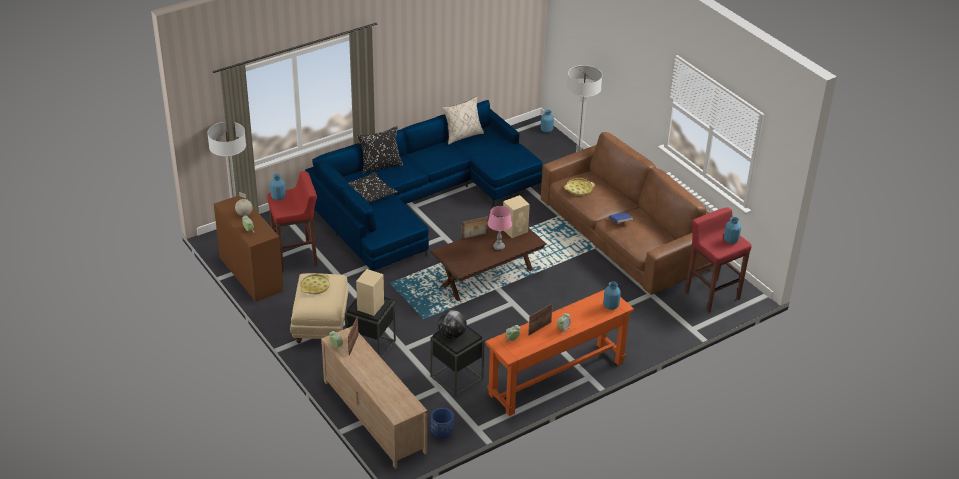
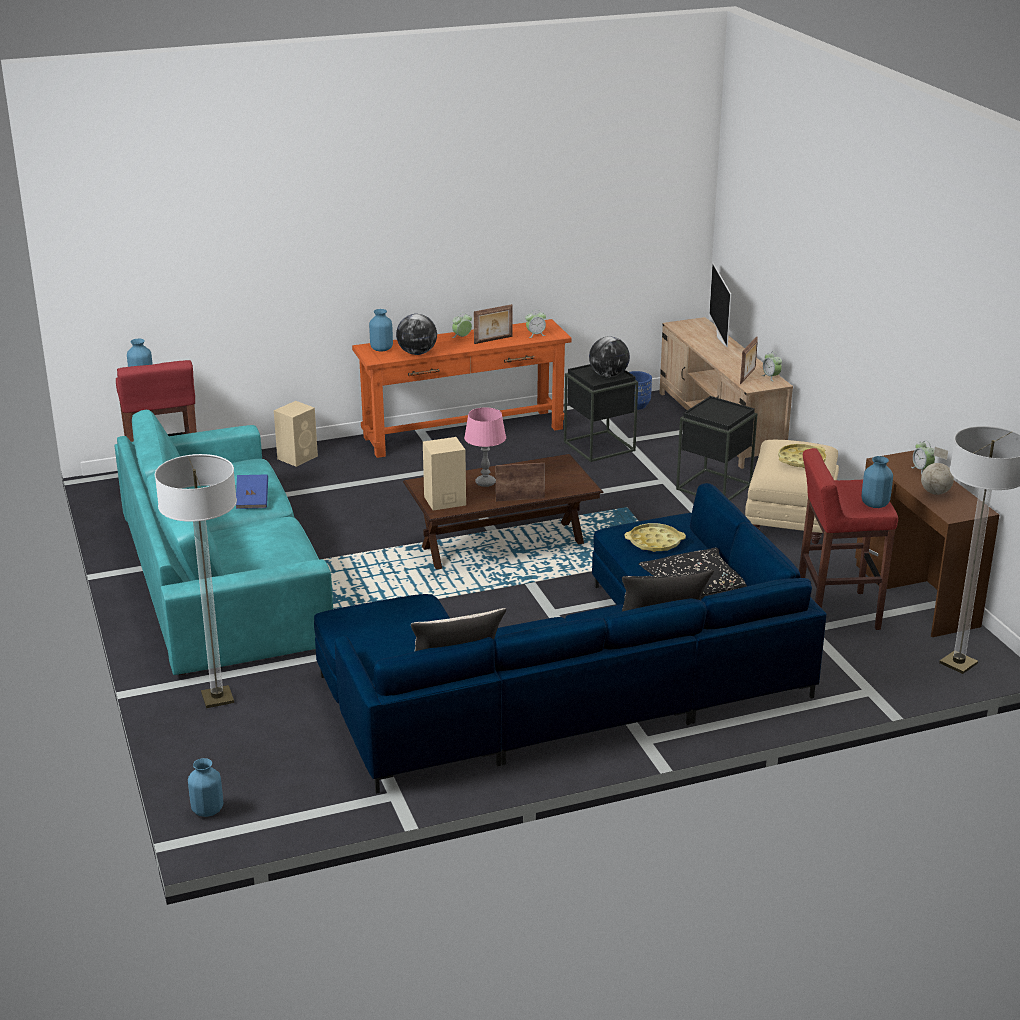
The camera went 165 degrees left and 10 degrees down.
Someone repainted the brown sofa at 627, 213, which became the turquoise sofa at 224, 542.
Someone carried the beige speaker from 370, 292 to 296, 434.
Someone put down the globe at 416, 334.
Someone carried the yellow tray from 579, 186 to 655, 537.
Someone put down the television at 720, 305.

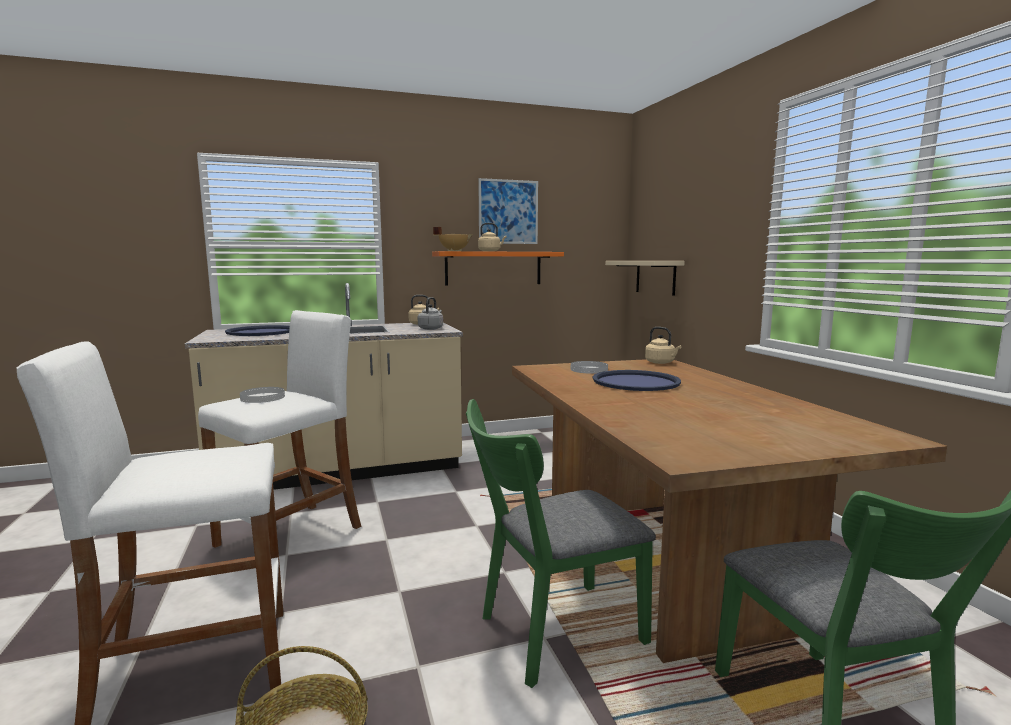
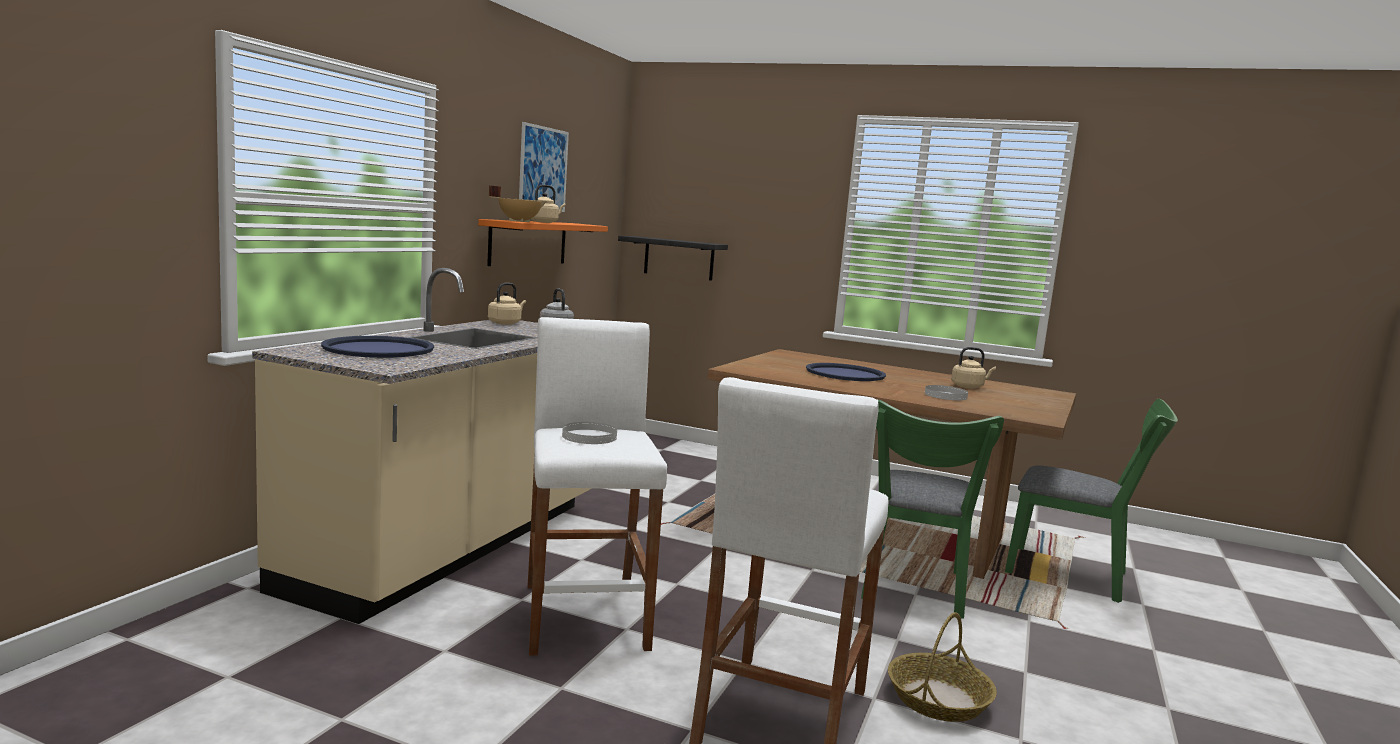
The camera went 50 degrees left and 0 degrees up.
Someone repainted the beige shelf at 645, 278, which became the black shelf at 673, 258.
Someone carried the white plate from 589, 367 to 946, 392.
Someone carried the beige kettle from 663, 345 to 973, 367.

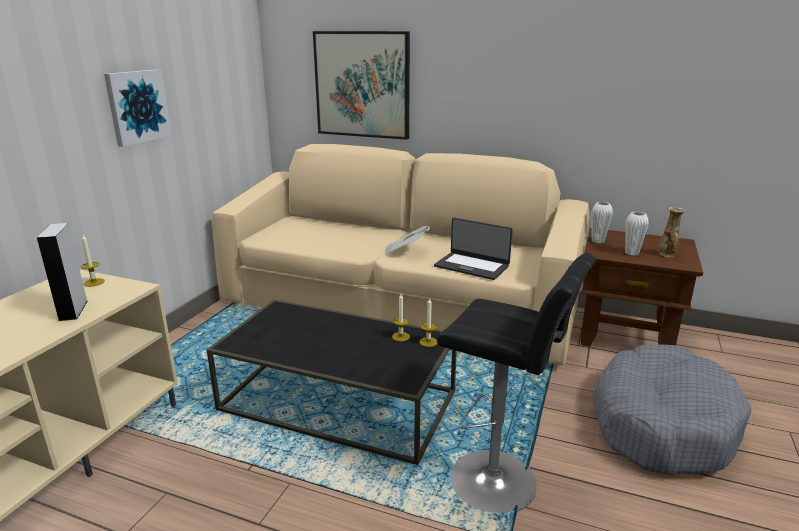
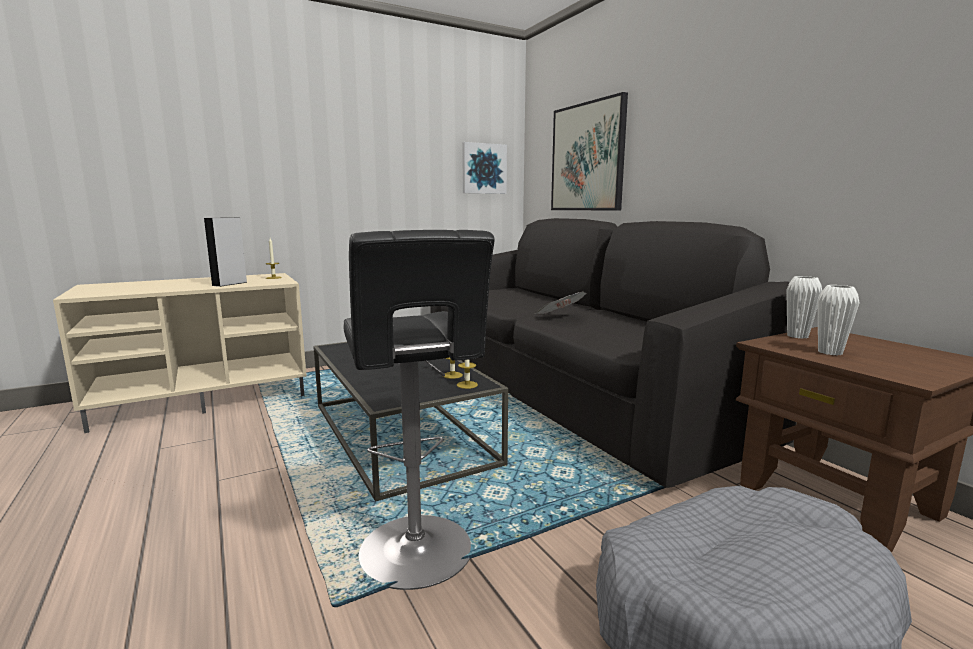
The camera went 40 degrees right and 10 degrees down.
Someone repainted the beige sofa at 400, 254, which became the black sofa at 613, 353.
Someone carried the picture from 138, 108 to 484, 168.
Someone took away the laptop at 473, 249.
Someone took away the vase at 672, 232.

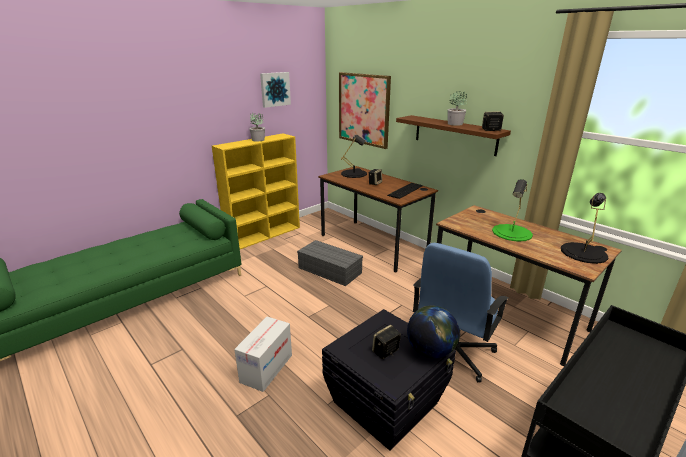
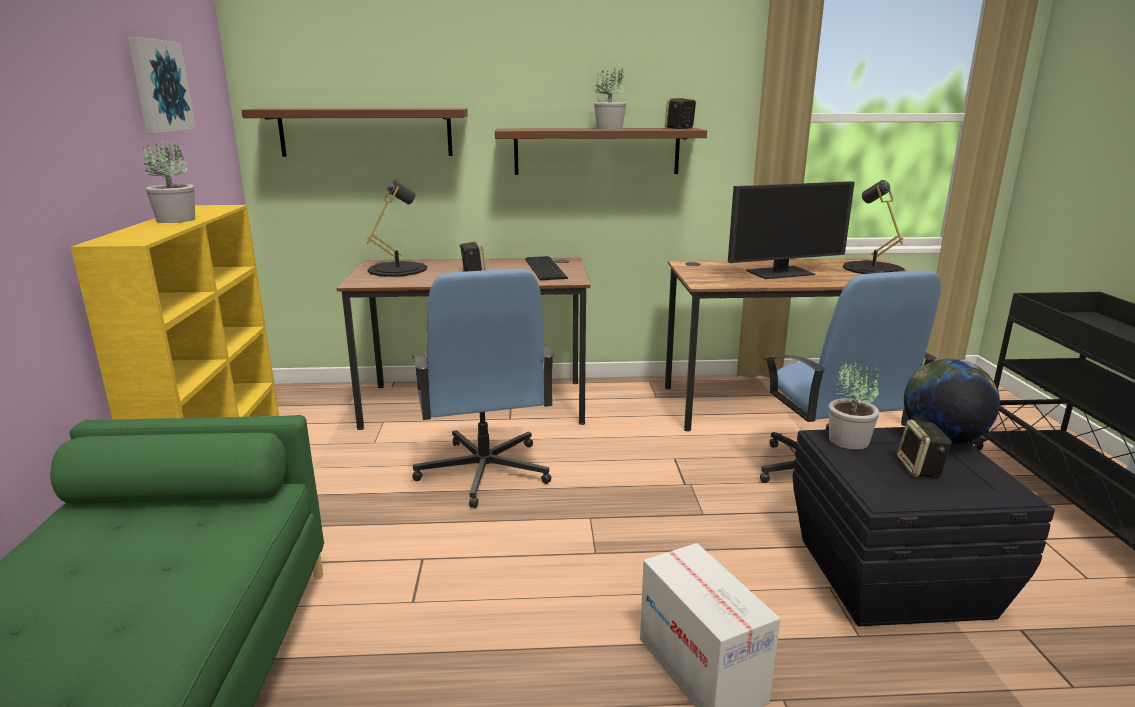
The camera went 50 degrees left and 5 degrees down.
Someone swapped the picture at 365, 110 for the brown shelf at 354, 132.
Someone swapped the grey storage box at 330, 263 for the blue office chair at 483, 388.
Someone swapped the green table lamp at 512, 210 for the monitor at 791, 230.
Someone put down the potted plant at 854, 402.

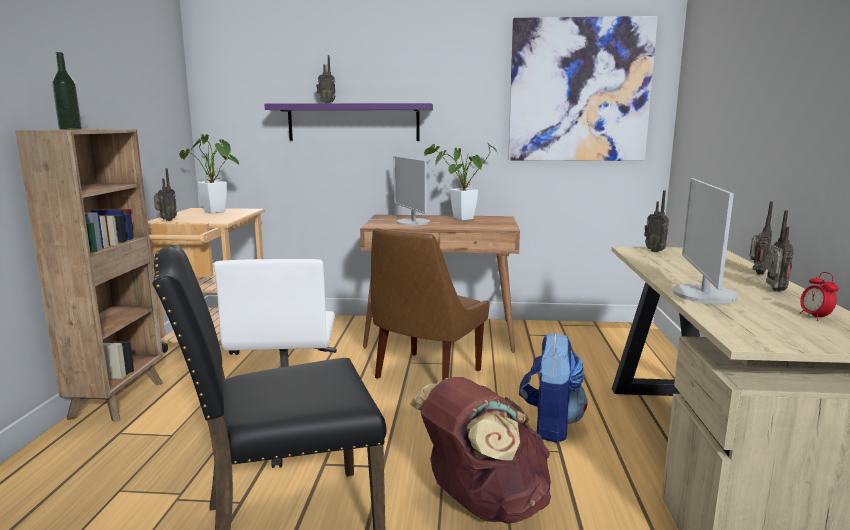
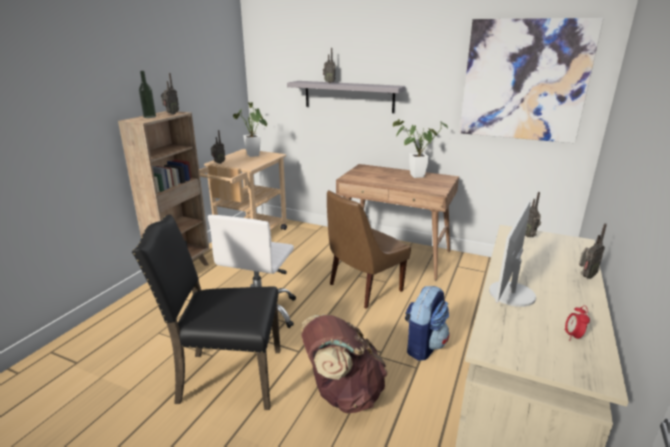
The camera went 20 degrees right and 10 degrees up.
Someone carried the radio from 779, 251 to 170, 93.
Someone repainted the purple shelf at 348, 122, which became the grey shelf at 346, 97.
Someone took away the monitor at 412, 191.

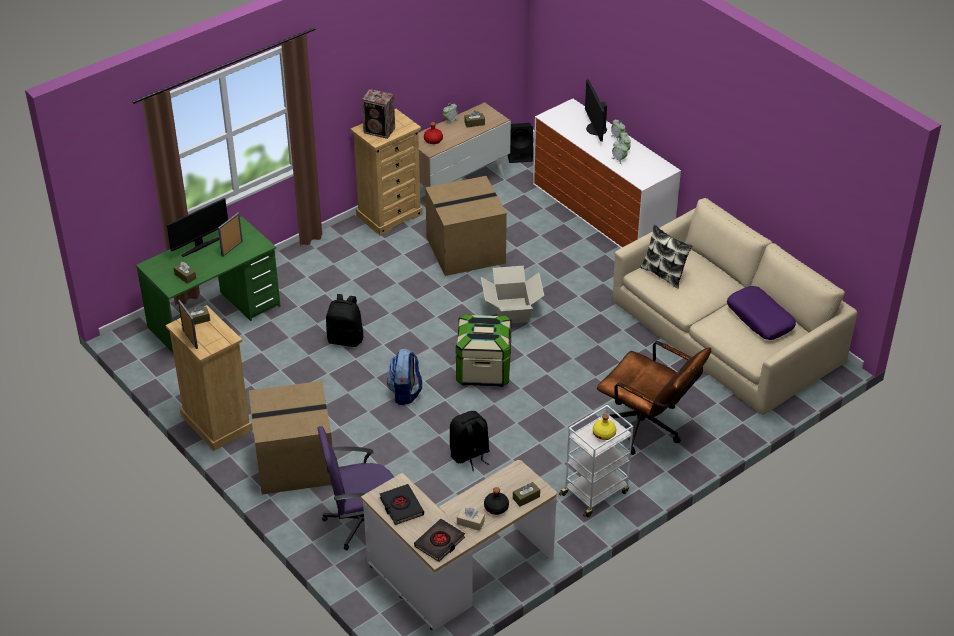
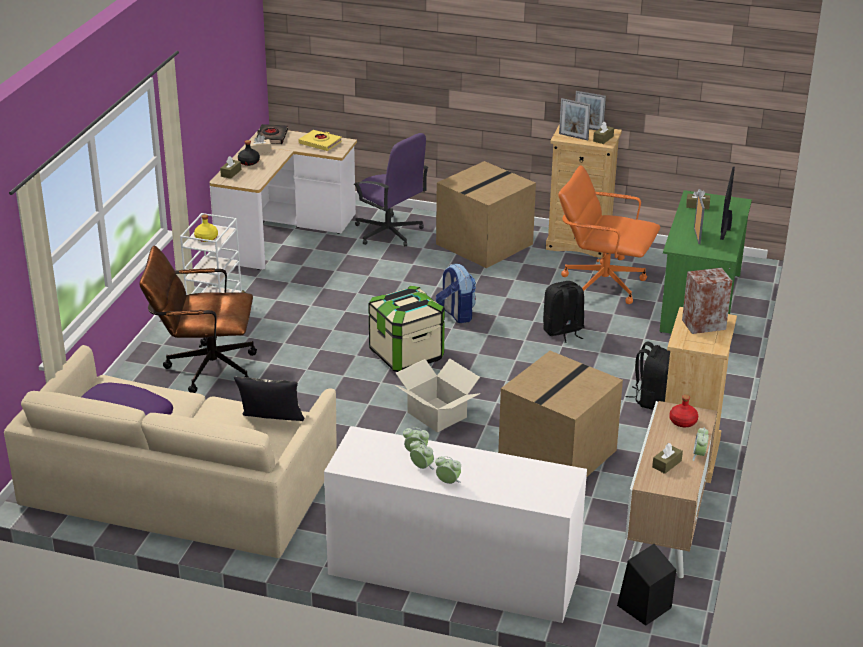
The camera went 145 degrees right and 10 degrees down.
Someone repainted the black book at 402, 504, which became the yellow book at 320, 140.
Someone rotated the purple office chair at 355, 488 by 90 degrees clockwise.
Someone put down the orange office chair at 609, 234.
Someone put down the picture frame at 575, 119.
Someone carried the black backpack from 470, 441 to 648, 375.
Someone took away the monitor at 596, 110.

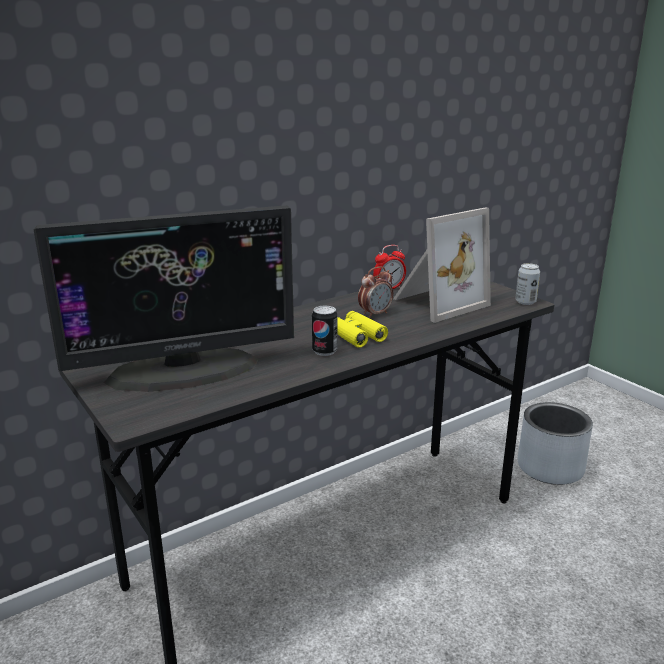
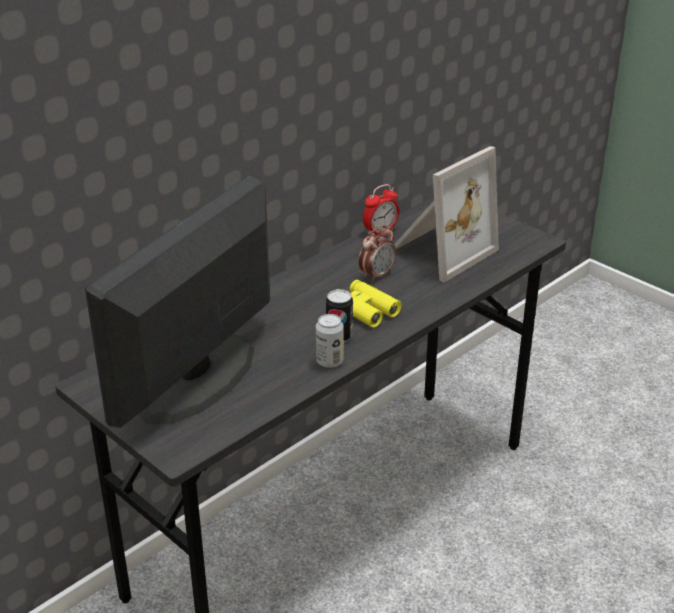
The camera went 10 degrees left and 10 degrees up.
Someone rotated the monitor at 164, 298 by 150 degrees clockwise.
Someone carried the can from 527, 284 to 330, 341.
Someone took away the grey planter at 555, 443.

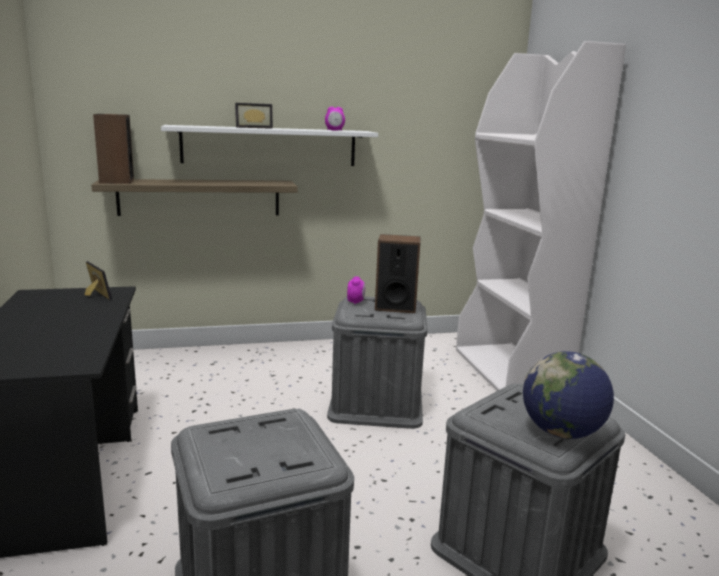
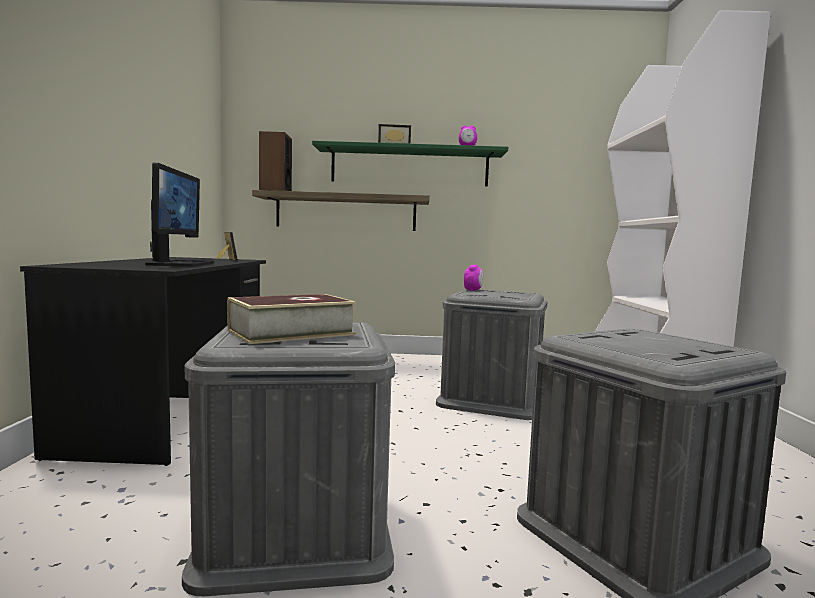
The camera went 15 degrees right and 10 degrees down.
Someone put down the monitor at 179, 214.
Someone put down the book at 291, 319.
Someone repainted the white shelf at 269, 145, which became the green shelf at 410, 163.
Someone took away the speaker at 398, 273.
Someone took away the globe at 568, 395.

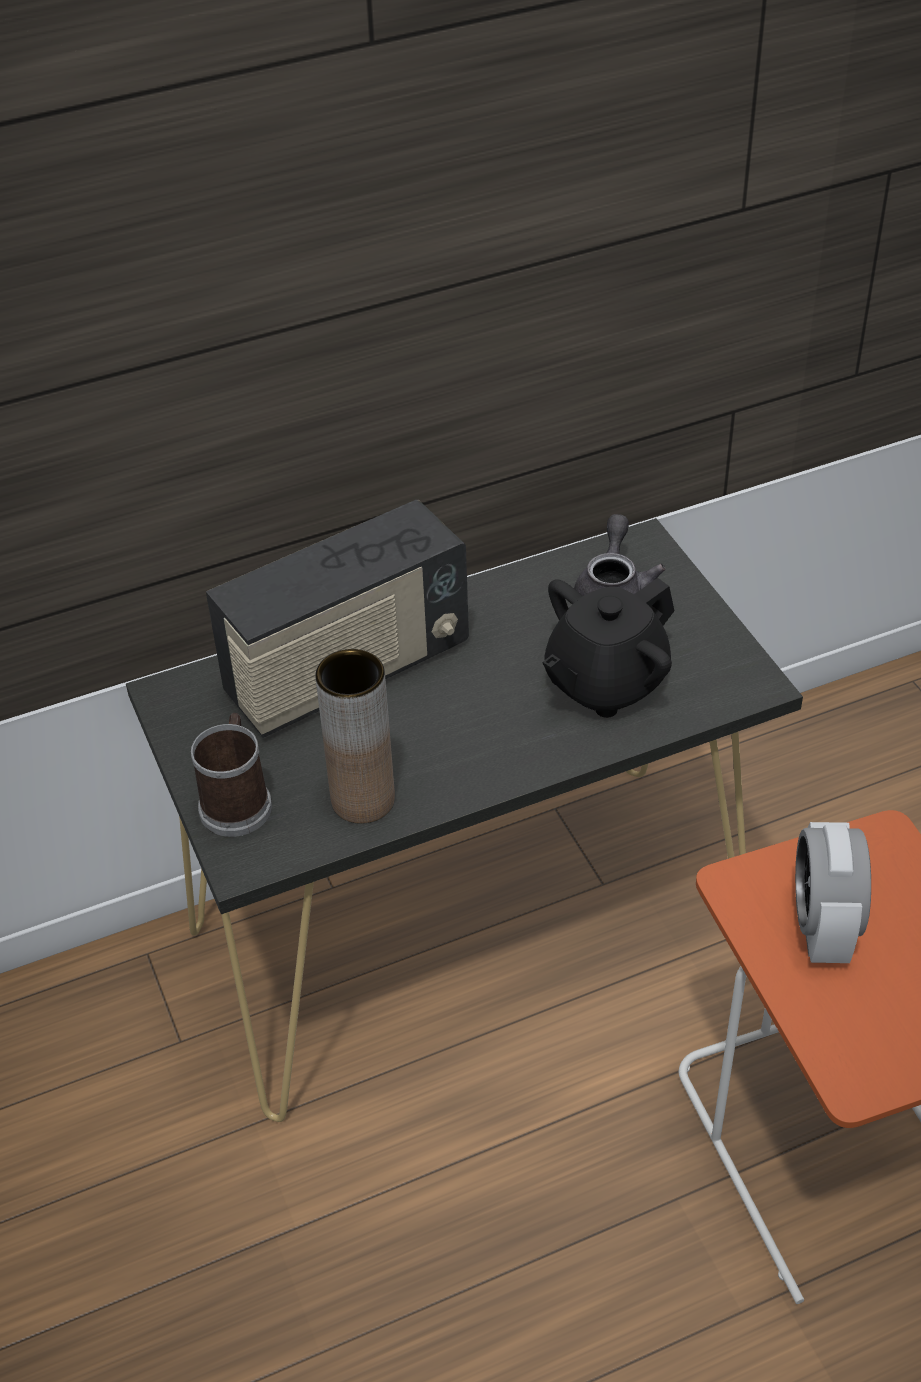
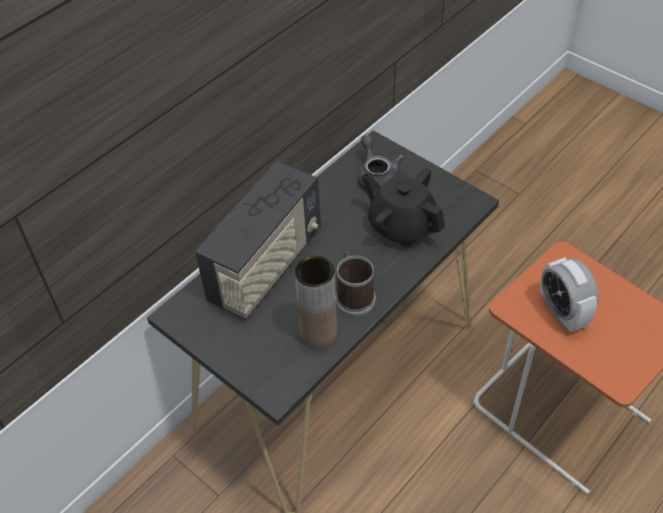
The camera went 25 degrees left and 5 degrees up.
Someone carried the mug from 231, 775 to 356, 283.
Someone rotated the black teapot at 608, 648 by 105 degrees clockwise.

